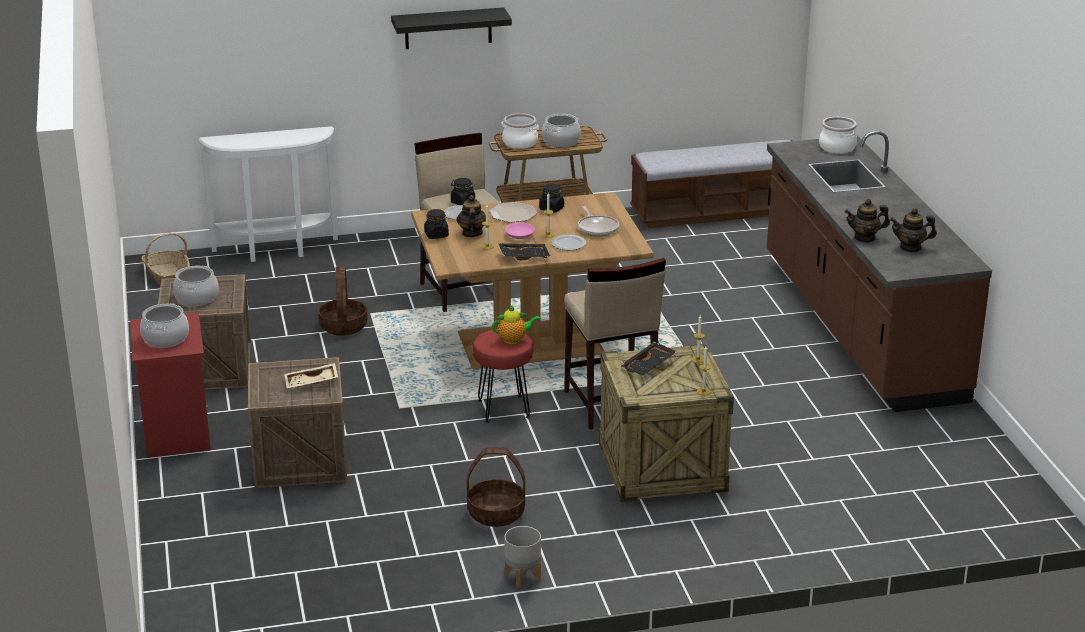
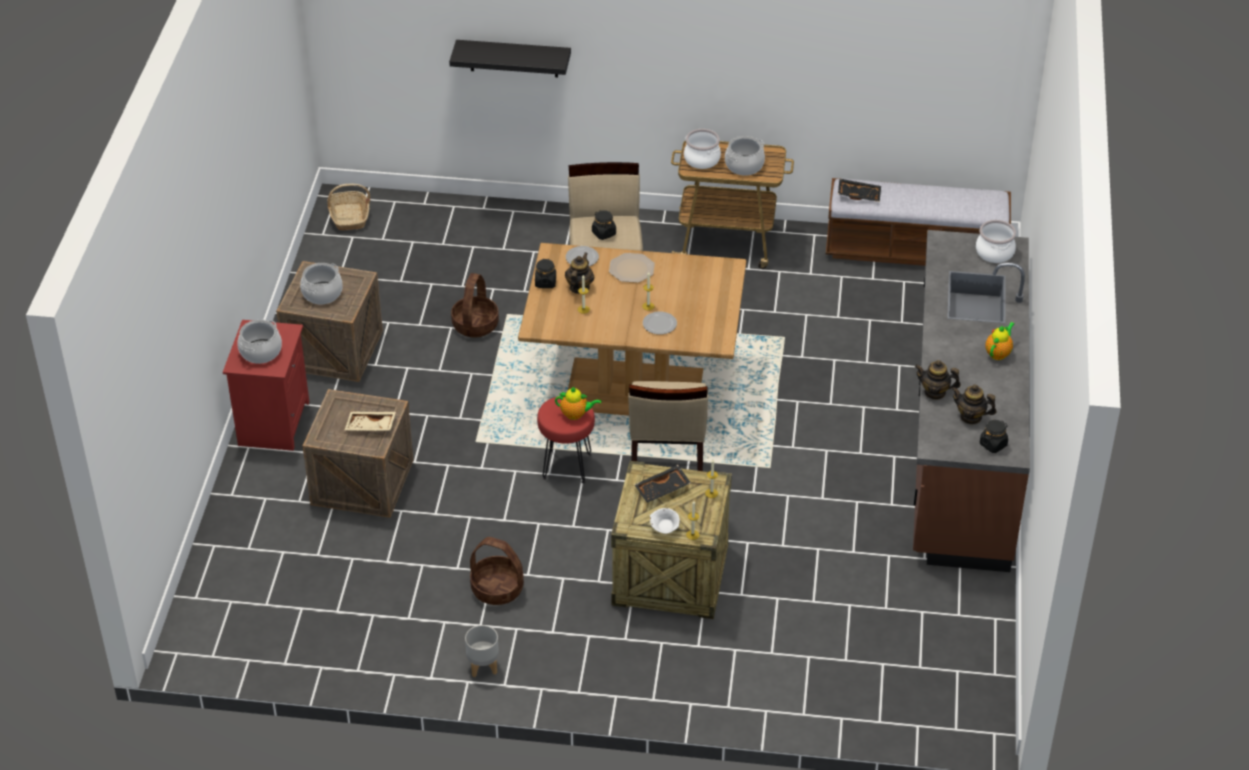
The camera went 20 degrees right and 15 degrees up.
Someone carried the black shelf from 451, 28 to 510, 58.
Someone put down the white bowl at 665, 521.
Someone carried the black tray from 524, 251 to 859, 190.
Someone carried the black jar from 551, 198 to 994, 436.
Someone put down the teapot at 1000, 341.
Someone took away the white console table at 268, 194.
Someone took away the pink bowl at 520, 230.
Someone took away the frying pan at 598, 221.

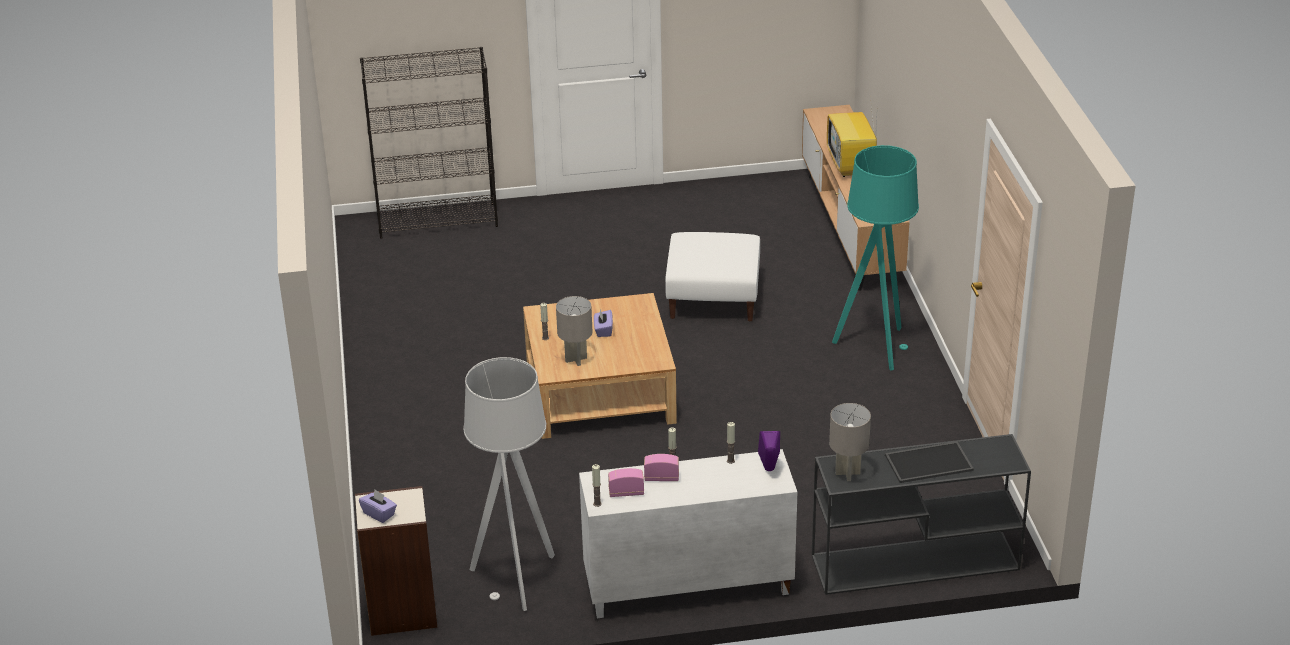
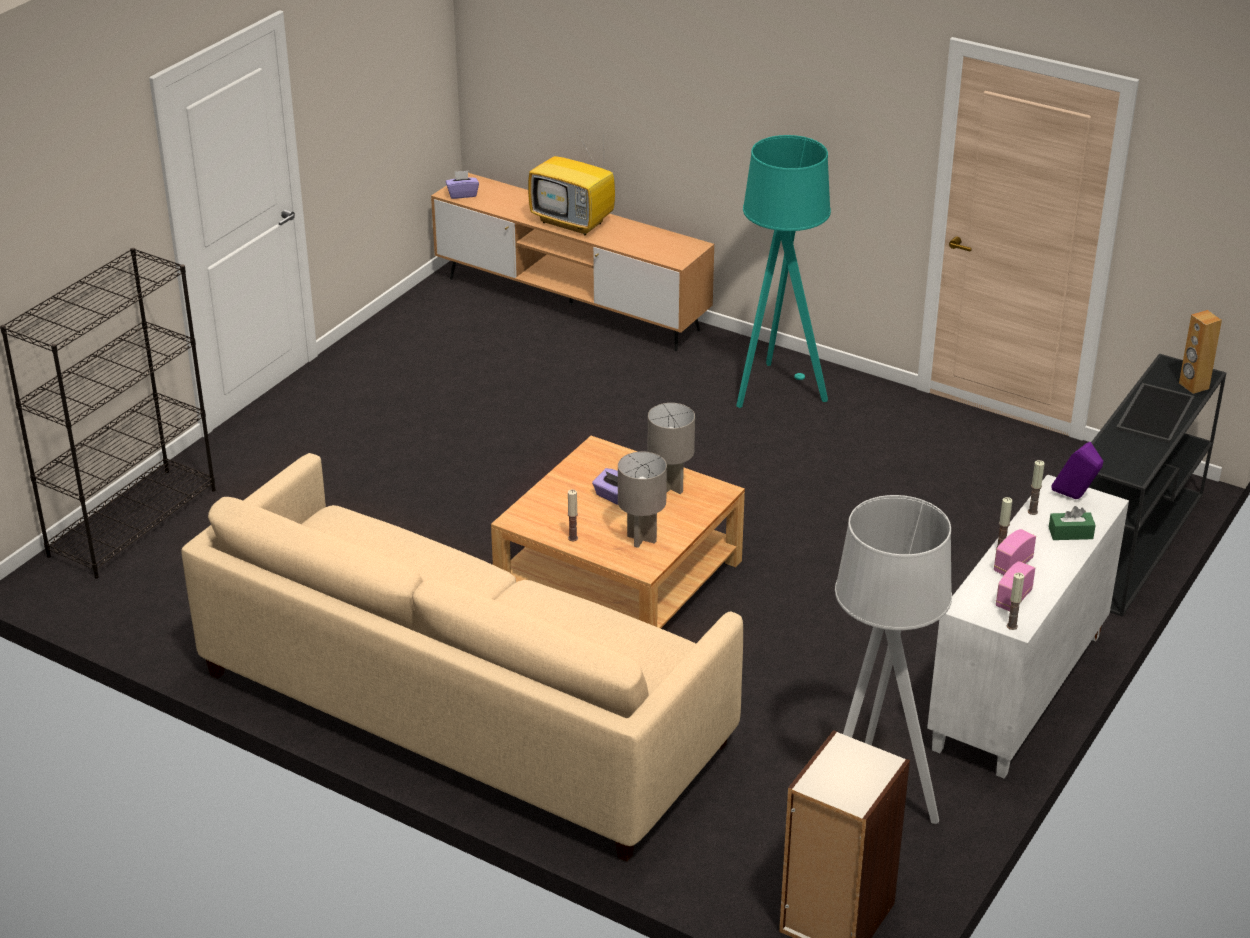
The camera went 50 degrees left and 0 degrees up.
Someone put down the beige sofa at 462, 657.
Someone carried the purple tissue box from 378, 506 to 462, 185.
Someone carried the grey table lamp from 850, 442 to 671, 448.
Someone put down the green tissue box at 1072, 523.
Someone put down the brown speaker at 1200, 352.
Someone took away the white ottoman at 712, 276.

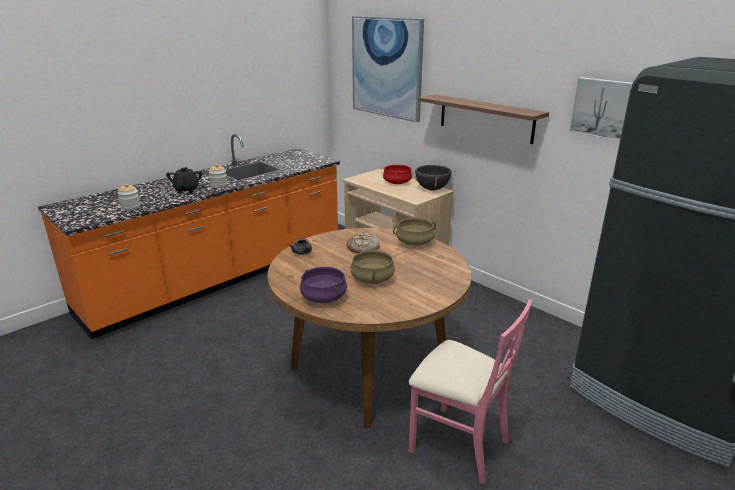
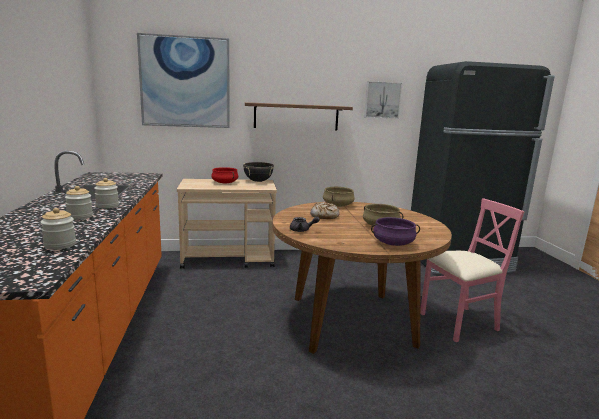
The camera went 55 degrees left and 10 degrees down.
Someone swapped the black teapot at 184, 180 for the jar at 79, 203.

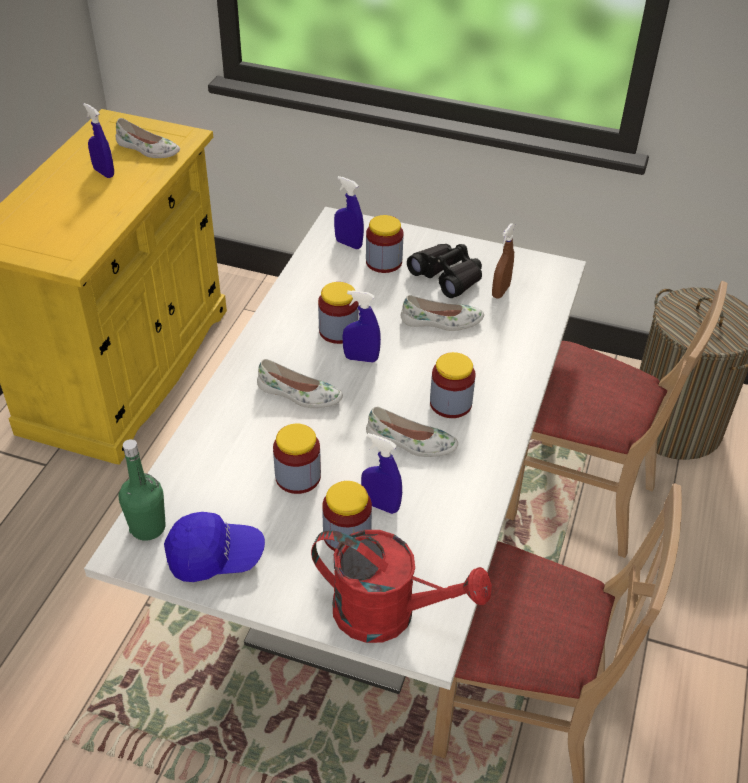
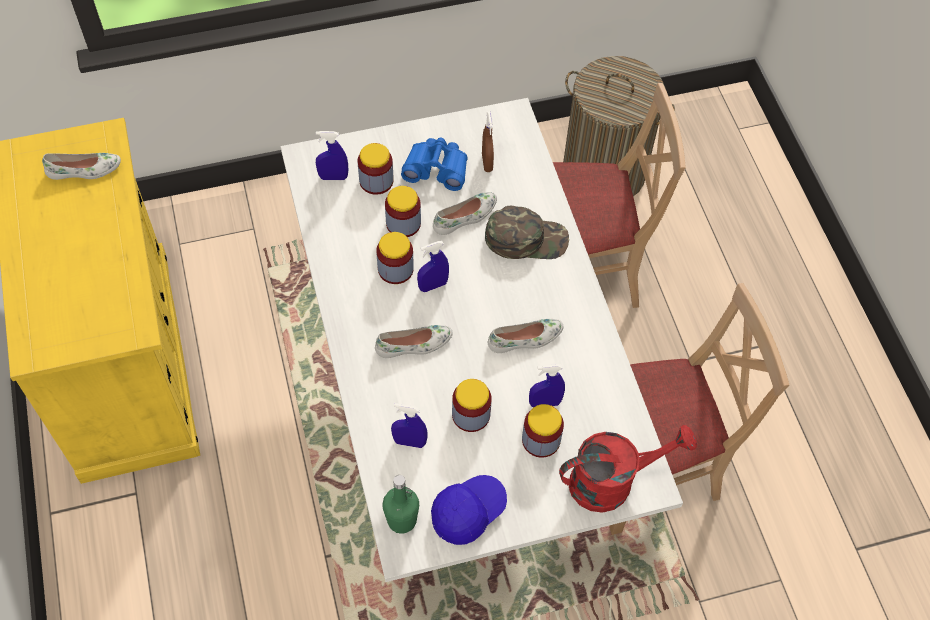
The camera went 35 degrees left and 15 degrees up.
Someone carried the jar from 453, 385 to 403, 211.
Someone carried the blue spray bottle from 98, 140 to 409, 425.
Someone repainted the black binoculars at 444, 271, which became the blue binoculars at 434, 164.
Someone put down the green cap at 527, 232.

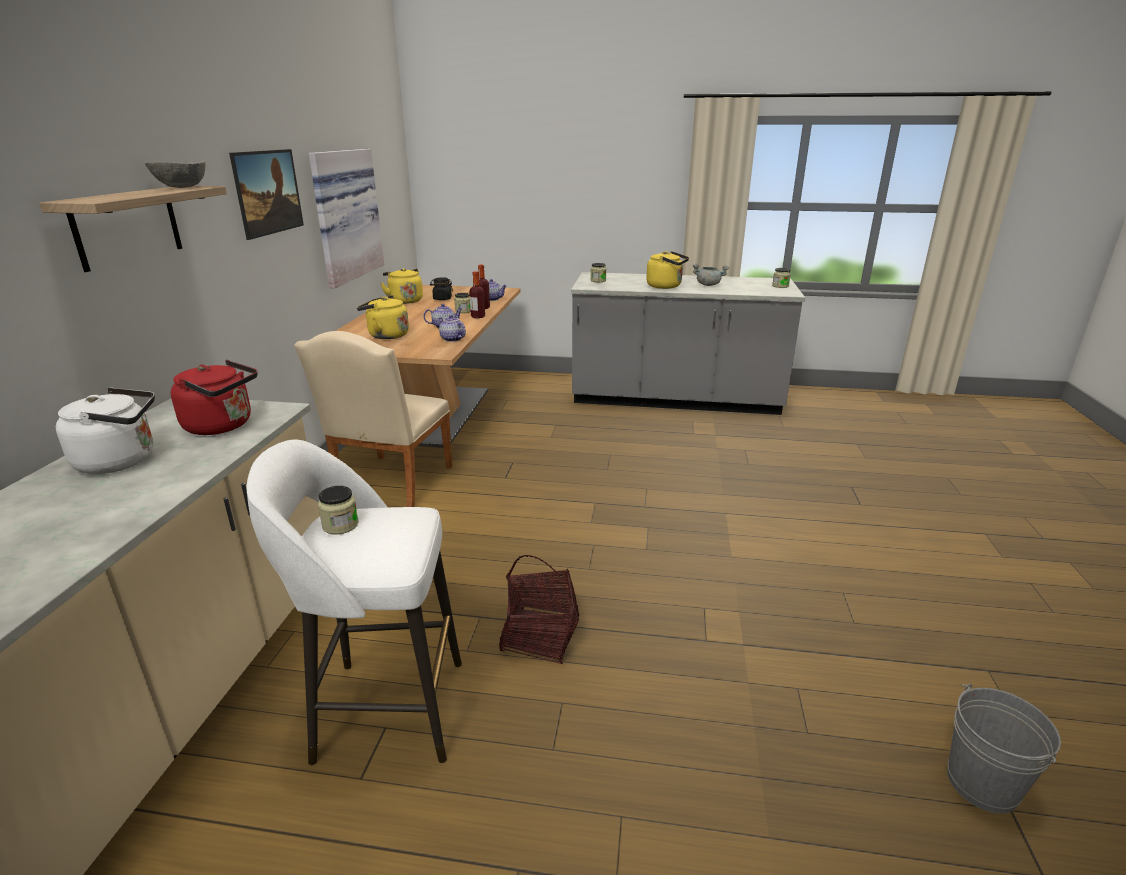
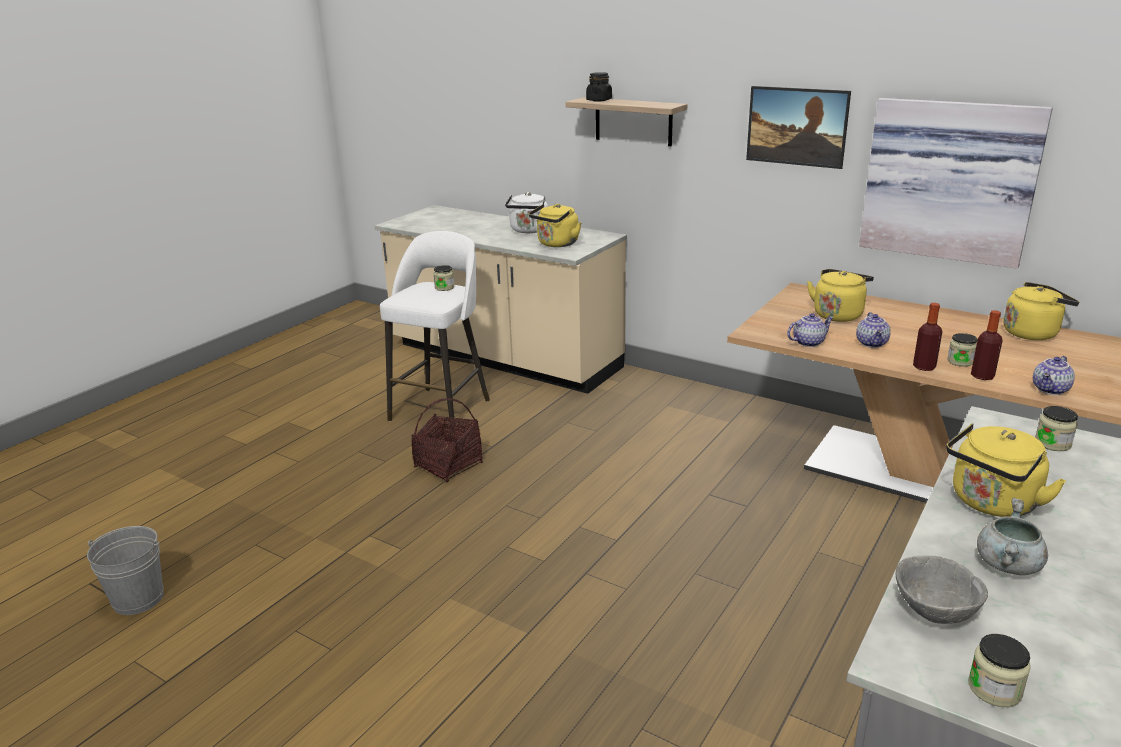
The camera went 115 degrees right and 0 degrees up.
Someone repainted the red kettle at 214, 397, which became the yellow kettle at 555, 225.
Someone carried the black jar from 441, 288 to 599, 87.
Someone carried the grey bowl from 175, 174 to 942, 589.
Someone took away the beige chair at 373, 419.

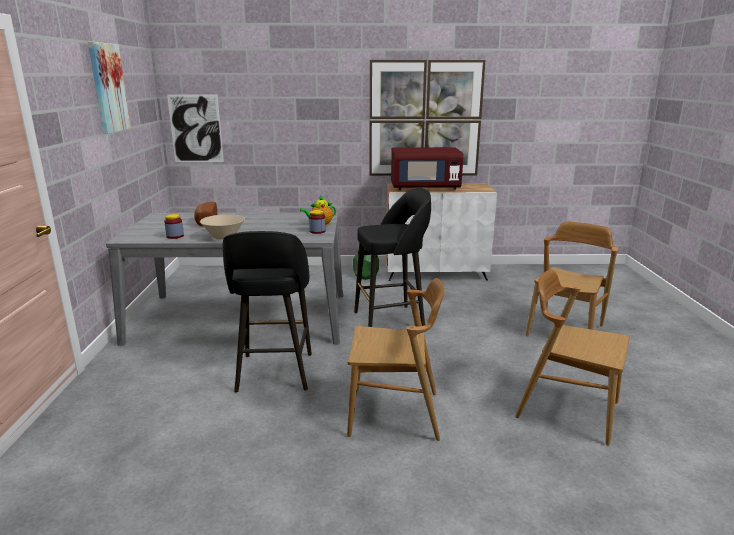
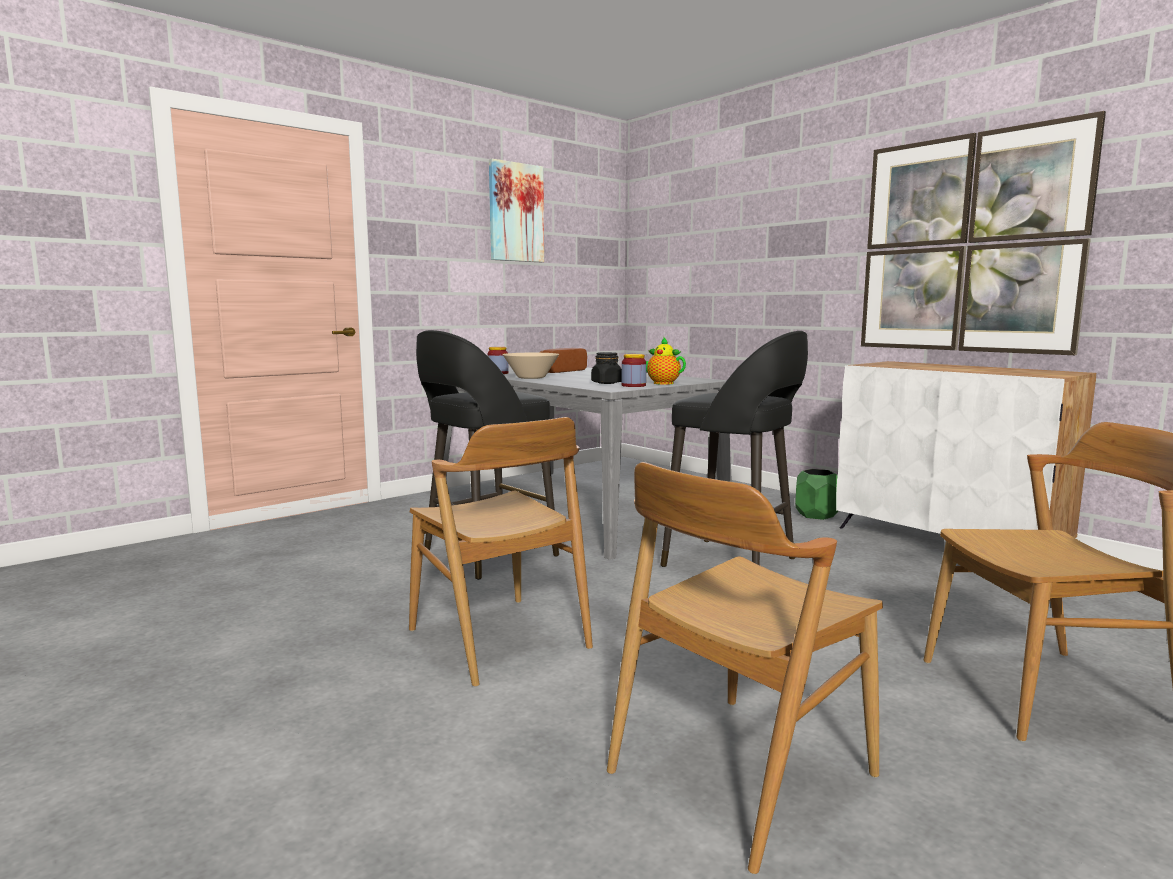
The camera went 50 degrees right and 10 degrees down.
Someone put down the black jar at 606, 368.
Someone rotated the brown chair at 572, 357 by 120 degrees counterclockwise.
Someone took away the picture at 195, 128.
Someone took away the red microwave at 427, 168.

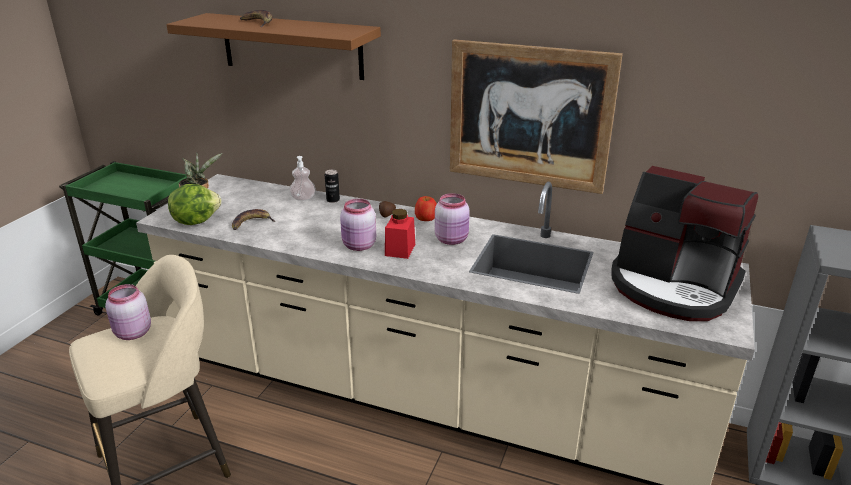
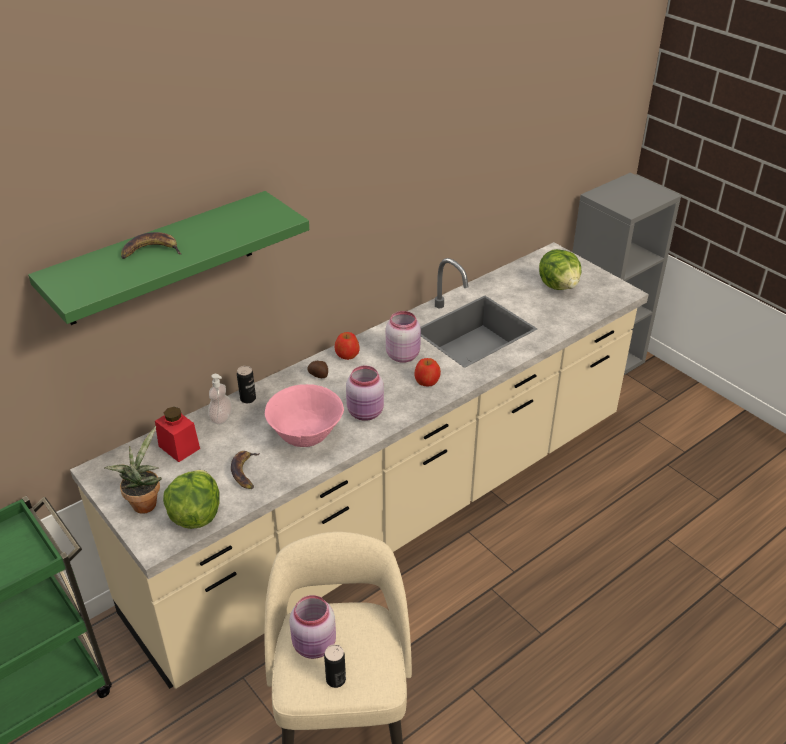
The camera went 60 degrees left and 10 degrees up.
Someone repainted the brown shelf at 273, 46, which became the green shelf at 168, 258.
Someone carried the red jar from 400, 234 to 177, 434.
Someone put down the pink bowl at 304, 415.
Someone put down the can at 335, 666.
Someone put down the apple at 428, 372.
Someone swapped the coffee machine at 684, 243 for the lettuce at 560, 269.
Someone took away the picture at 536, 116.

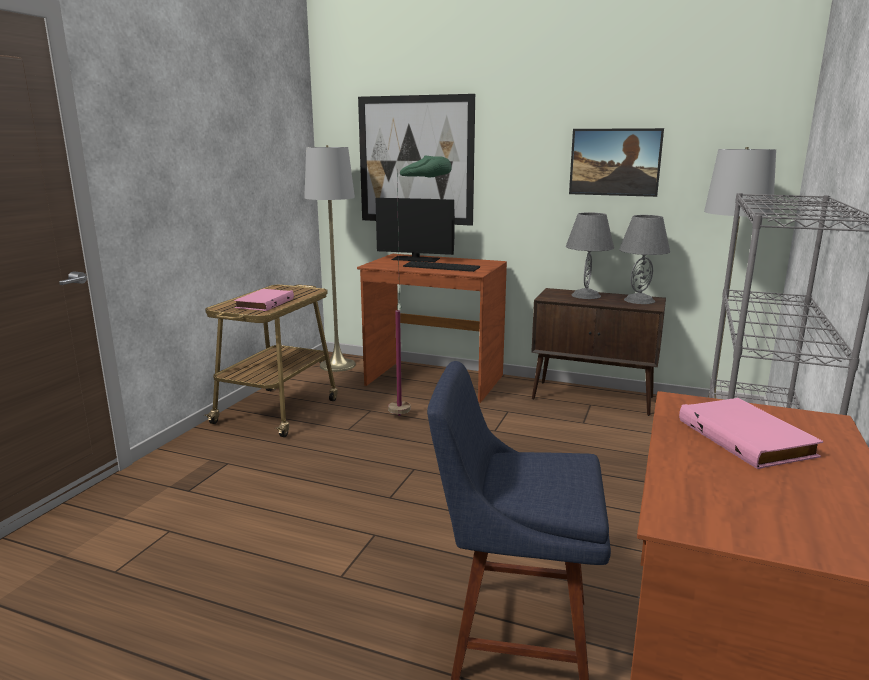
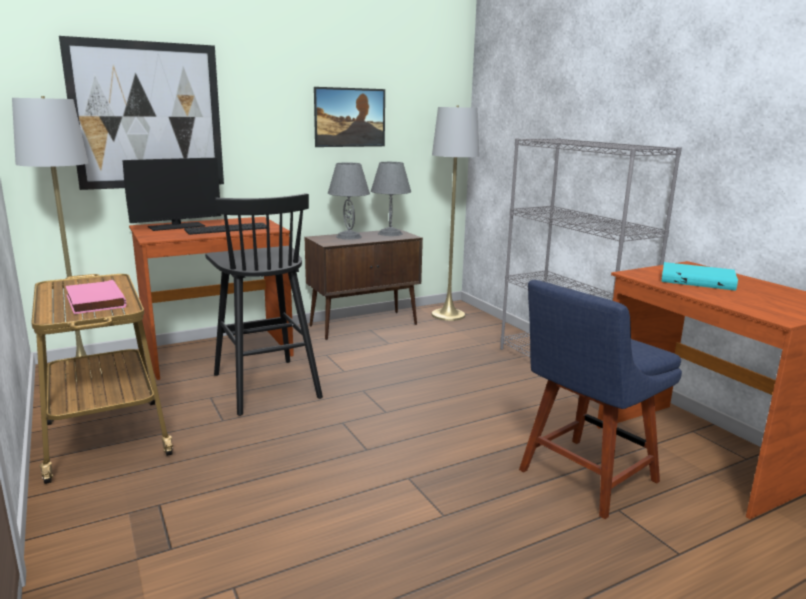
The camera went 50 degrees left and 0 degrees up.
Someone swapped the green floor lamp at 420, 286 for the black stool at 264, 304.
Someone repainted the pink book at 751, 433, which became the turquoise book at 699, 276.

